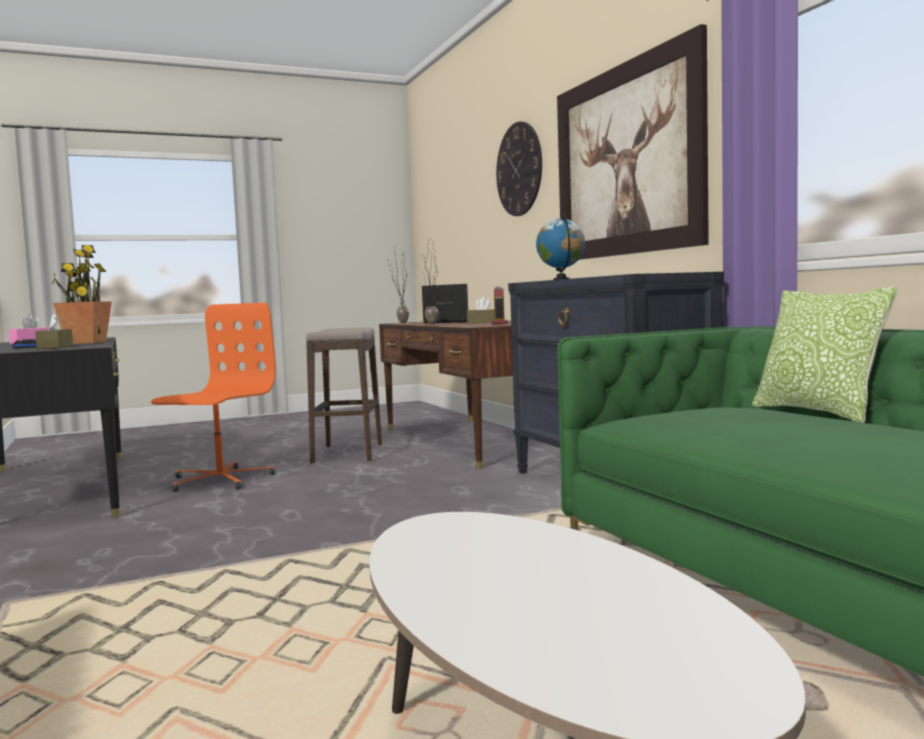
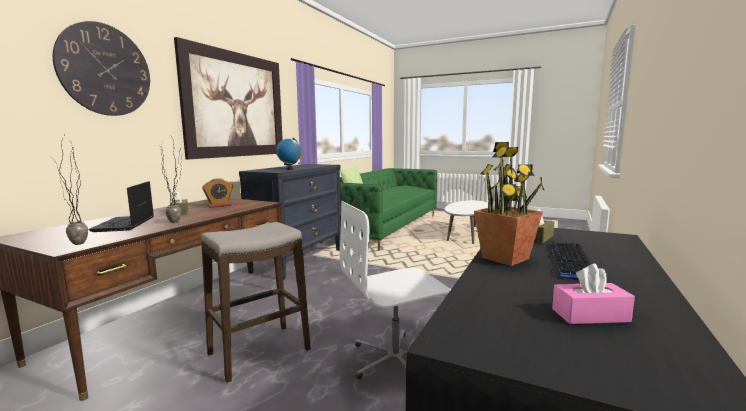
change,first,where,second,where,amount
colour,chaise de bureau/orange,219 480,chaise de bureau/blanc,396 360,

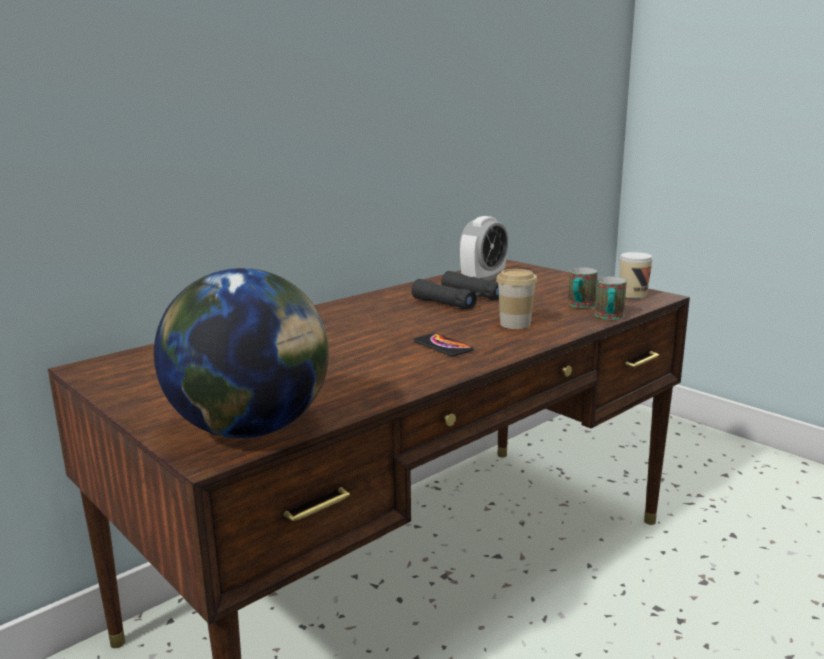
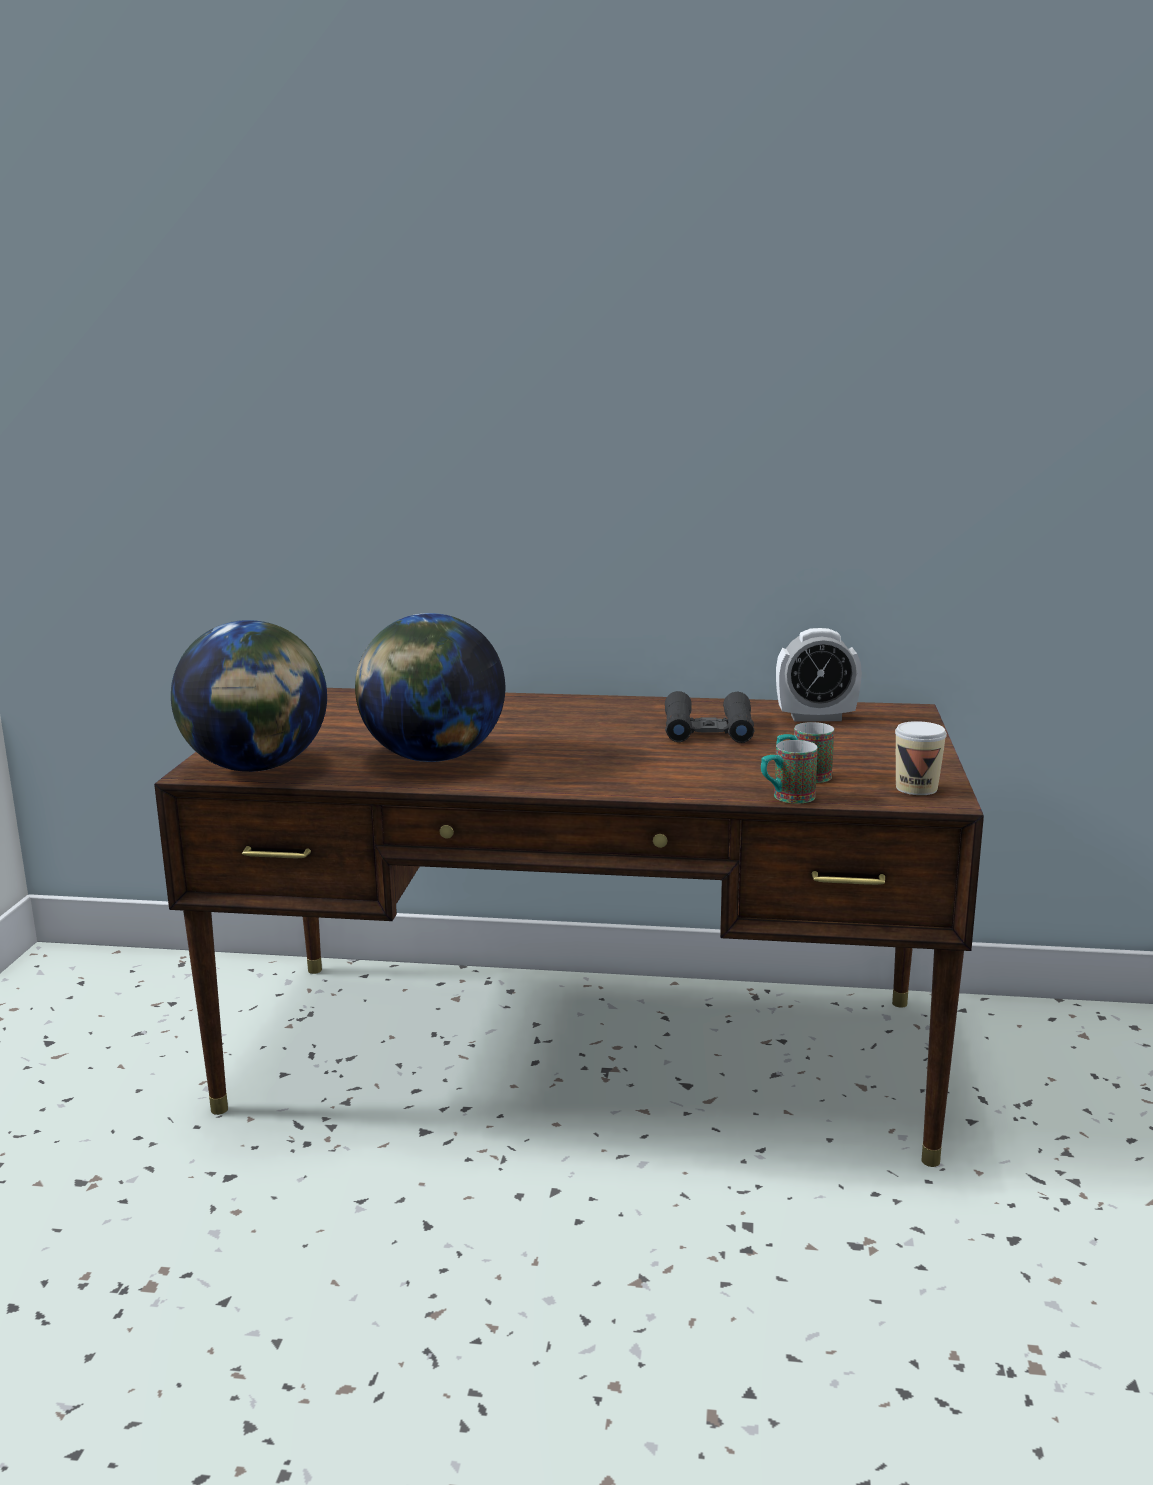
change,first,where,second,where,amount
missing,téléphone,443 346,,,
missing,tasse,515 324,,,
appeared,,,globe,432 758,

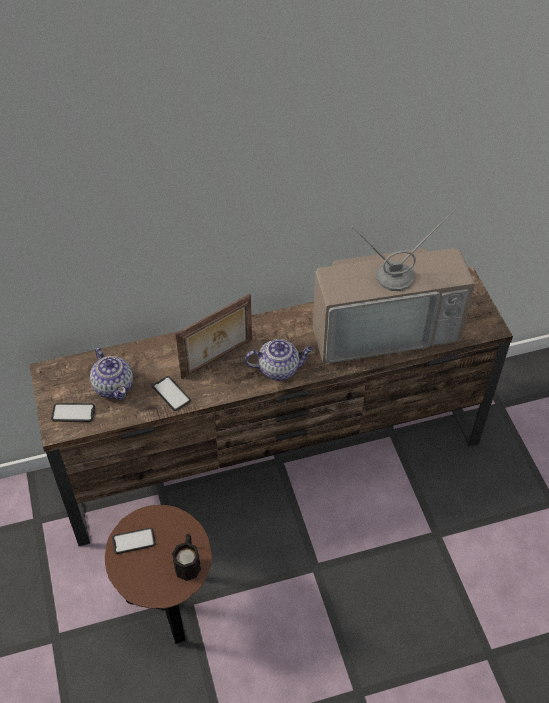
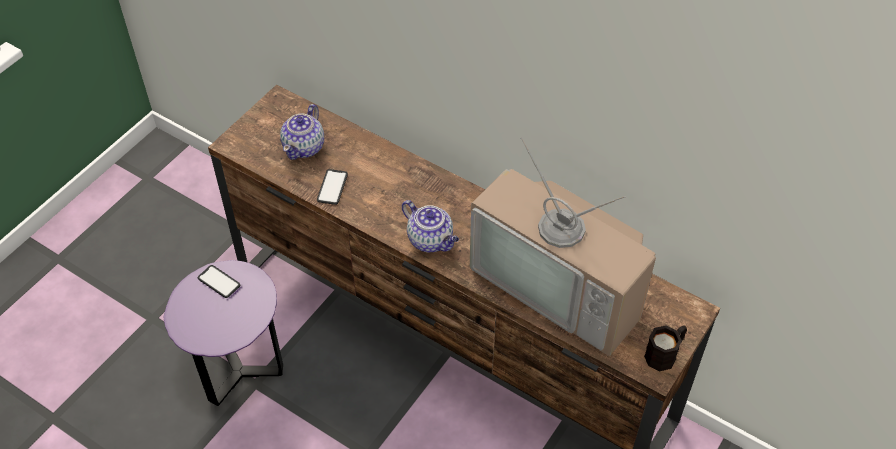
change,first,where,second,where,amount
missing,téléphone,73 413,,,
colour,table d'appoint/marron,169 606,table d'appoint/violet,240 372,
relocated,mug/noir,188 562,,665 354,
missing,cadre photo,217 359,,,

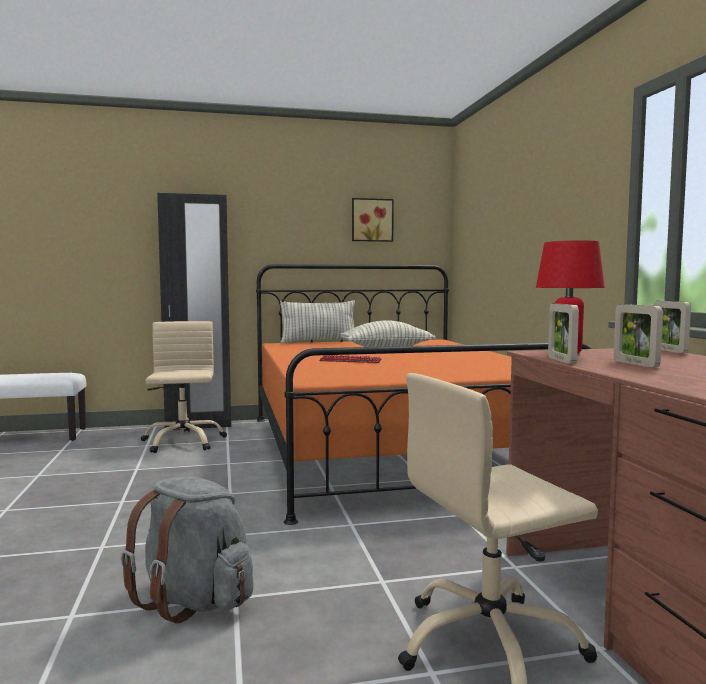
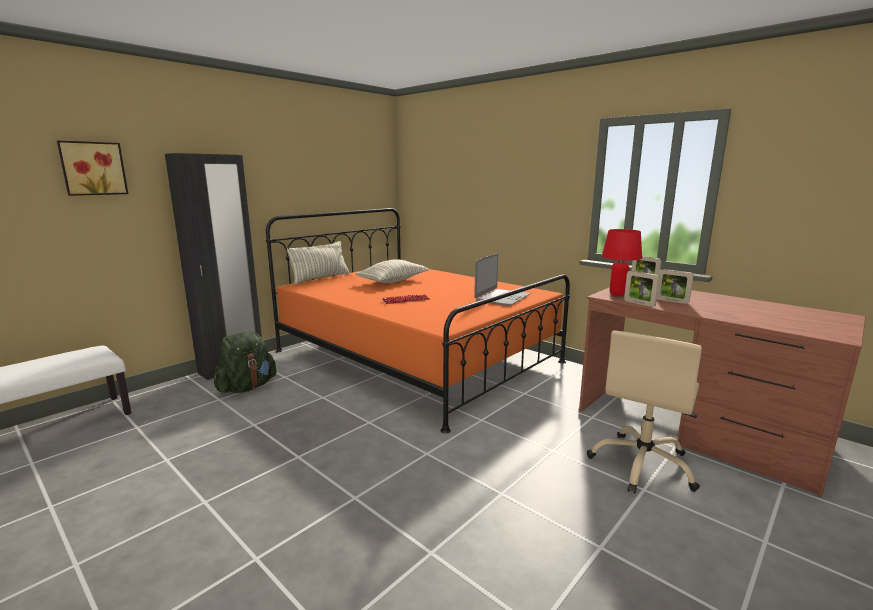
change,first,where,second,where,amount
missing,sac à dos/gris,194 601,,,
exchanged,chaise de bureau/beige,183 442,sac à dos/vert,247 387,
relocated,tableau,372 220,,93 168,
appeared,,,ordinateur portable,502 298,

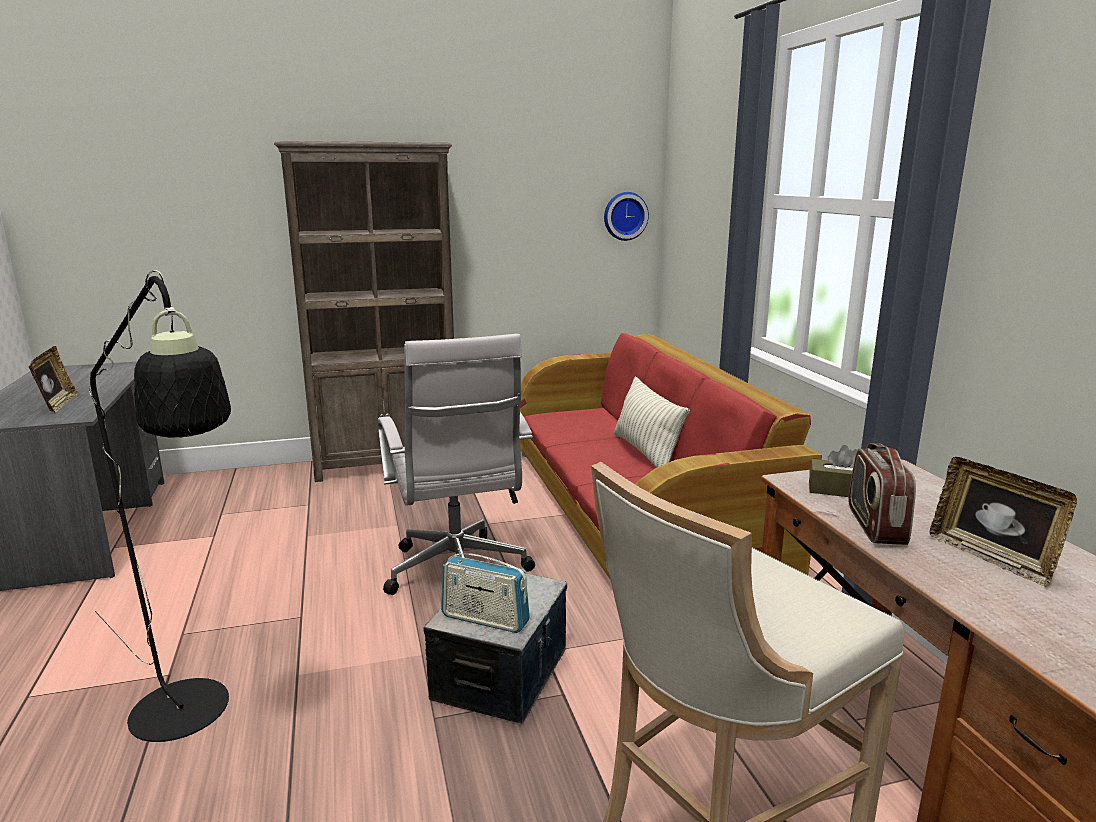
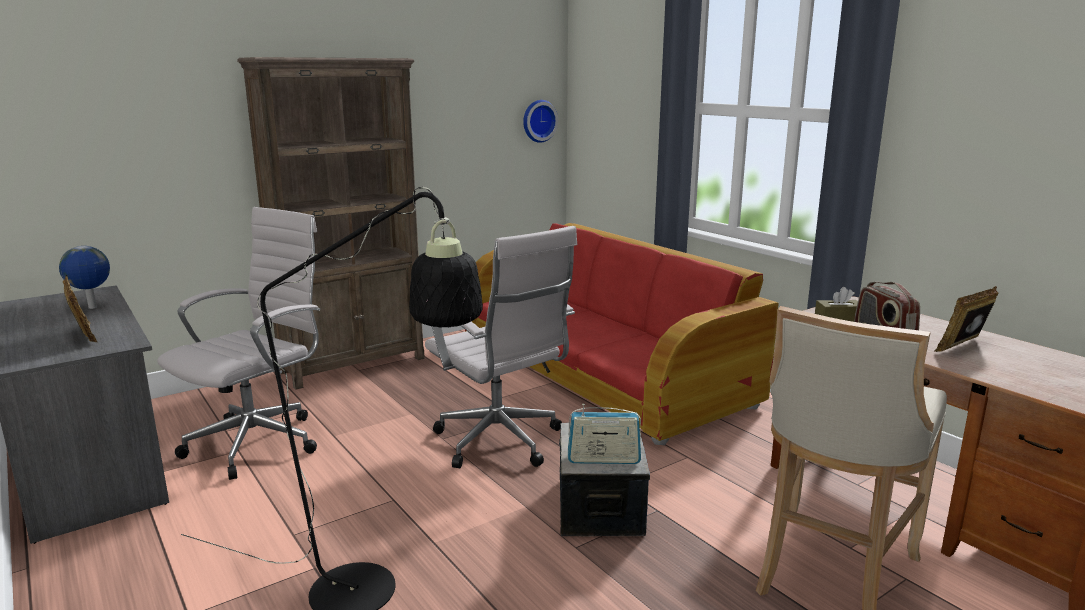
change,first,where,second,where,amount
missing,coussin,646 453,,,
spun,cadre photo,991 558,,963 347,105 degrees clockwise
appeared,,,globe,92 307,
appeared,,,chaise de bureau/blanc,259 441,

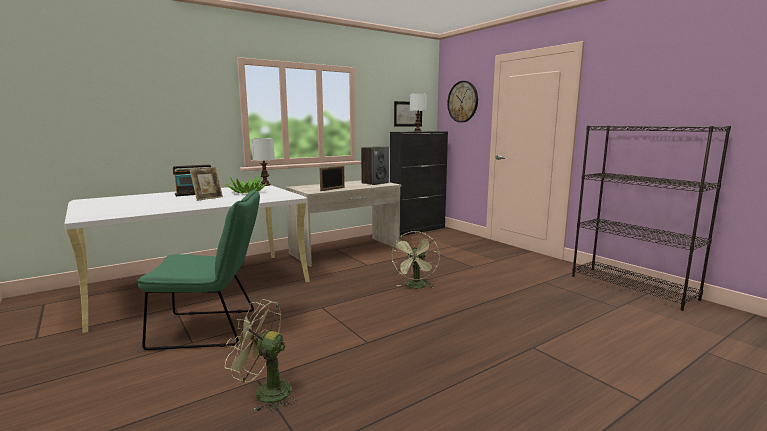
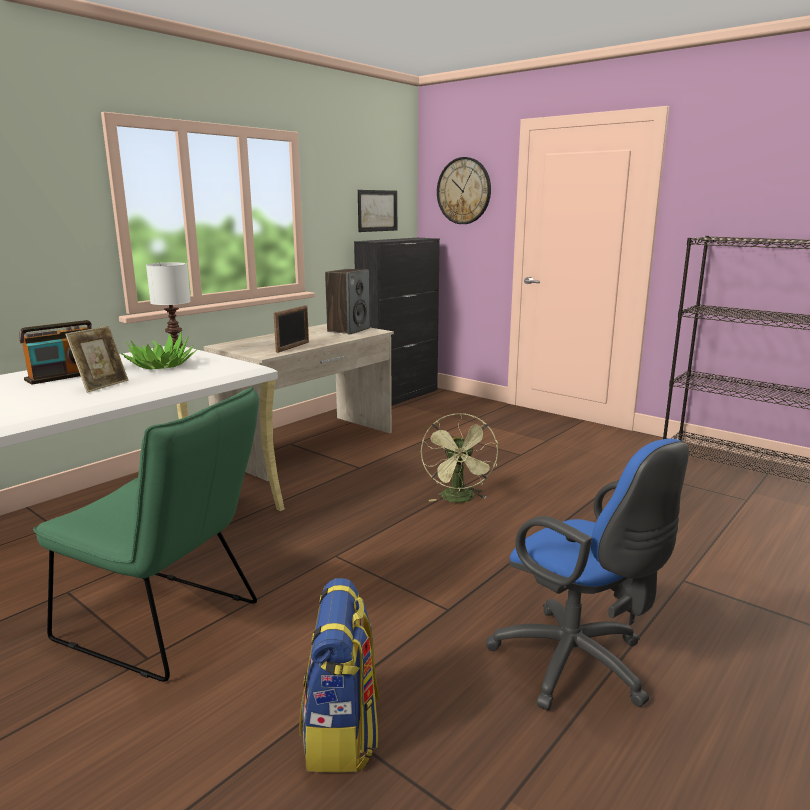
change,first,where,second,where,amount
spun,chaise/vert,212 329,,168 625,45 degrees clockwise
exchanged,ventilateur/vert,265 392,sac à dos,342 733,
missing,lampe de table/blanc,417 131,,,
appeared,,,chaise de bureau/bleu,577 666,

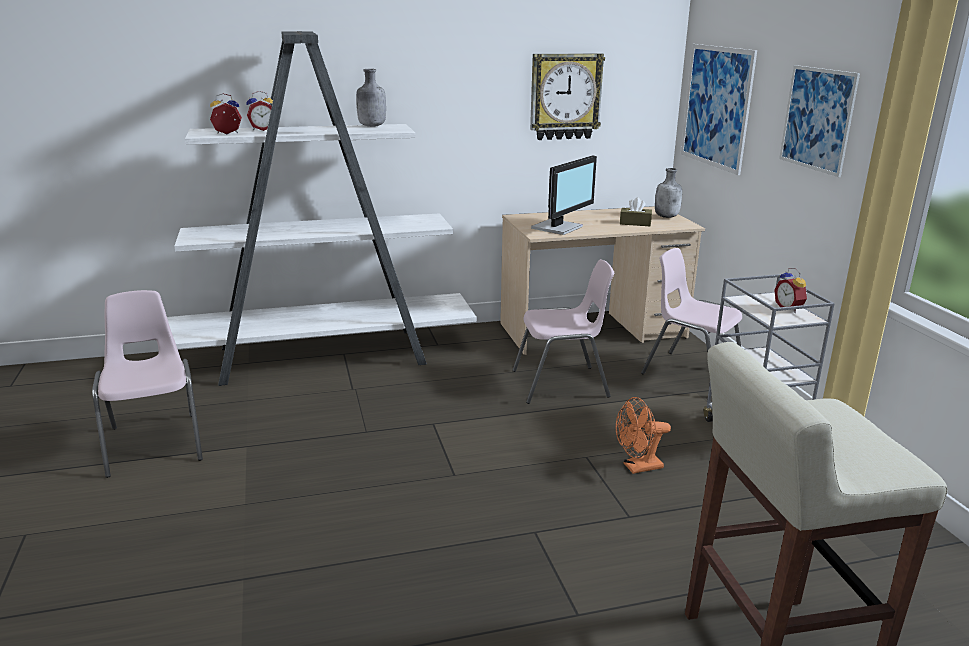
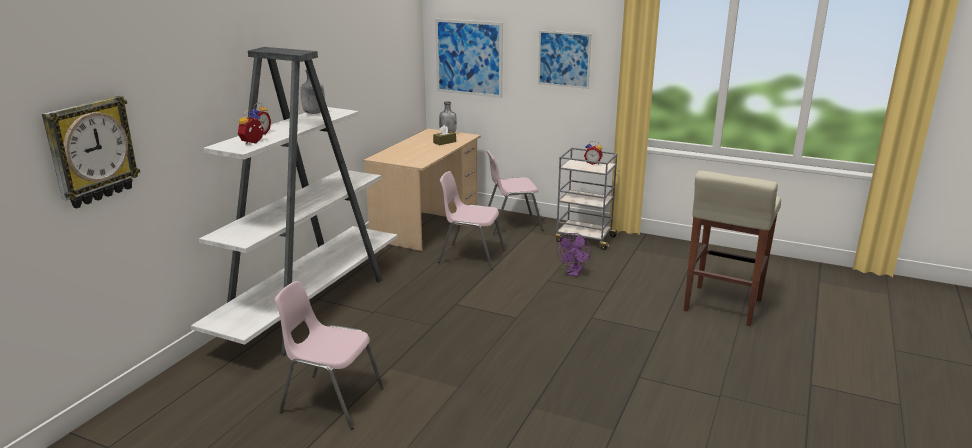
change,first,where,second,where,amount
spun,chaise/rose,561 384,,470 256,105 degrees counterclockwise
relocated,horloge murale,565 96,,91 151,
missing,écran d'ordinateur,559 228,,,
colour,ventilateur/orange,637 467,ventilateur/violet,573 273,

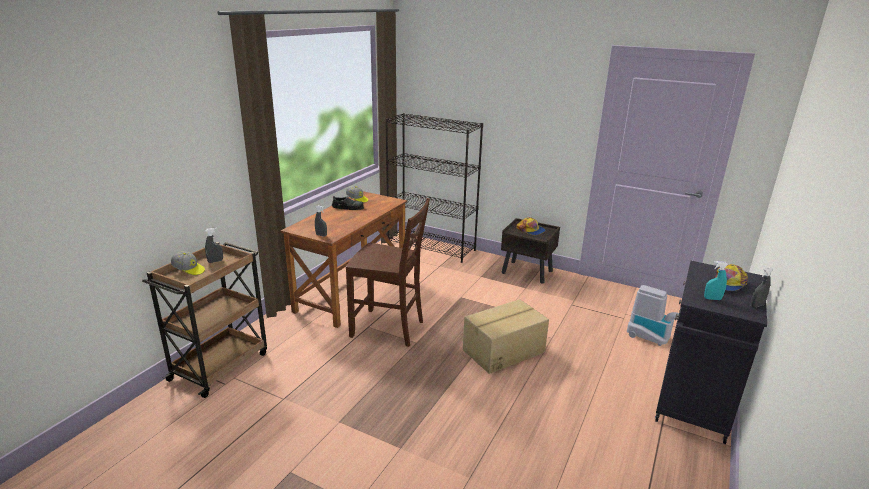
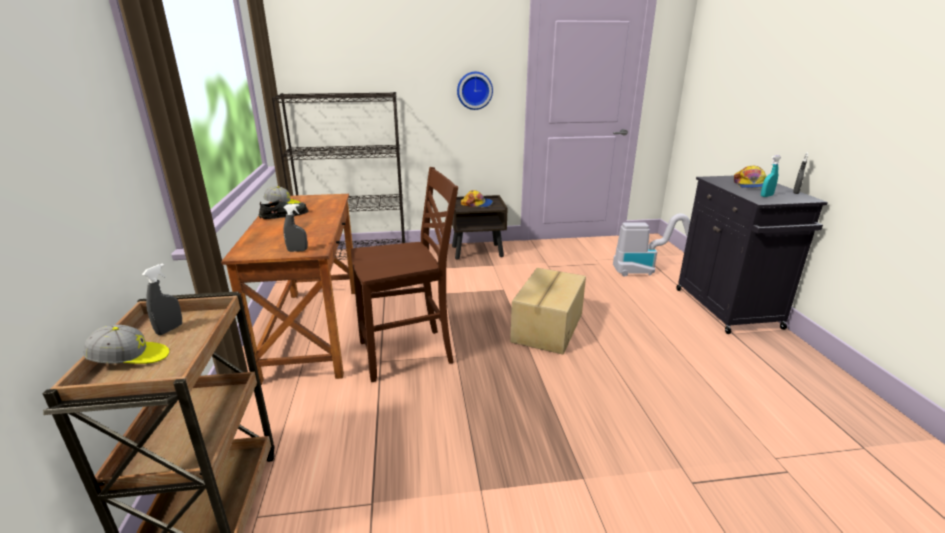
change,first,where,second,where,amount
appeared,,,horloge murale,474 90,

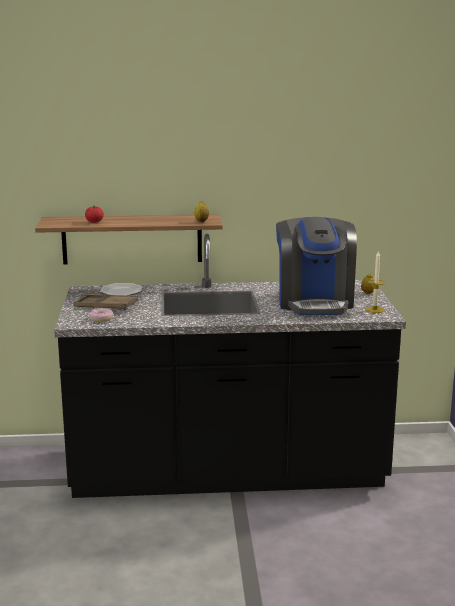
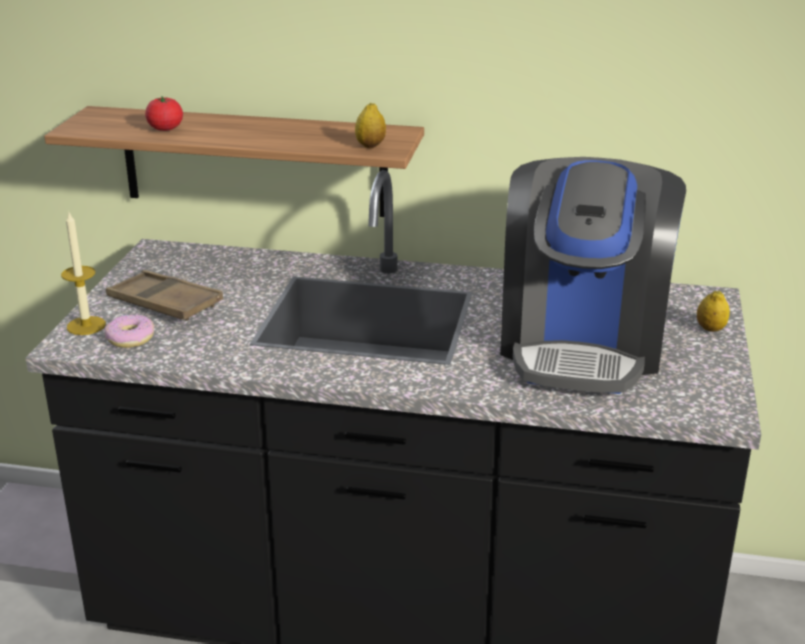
change,first,where,second,where,amount
missing,assiette,122 291,,,
relocated,bougie,374 309,,86 325,

